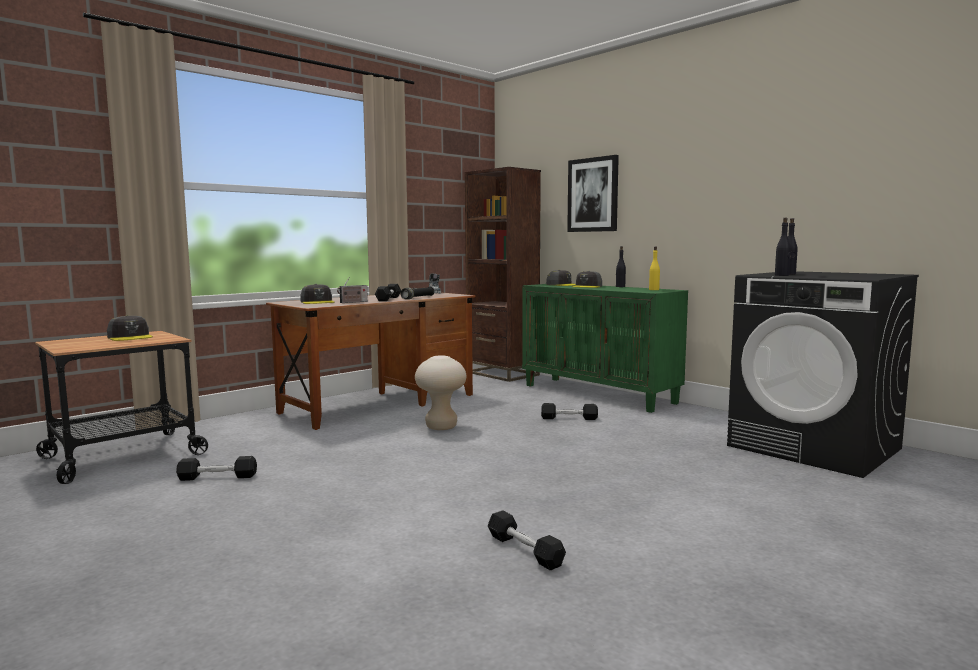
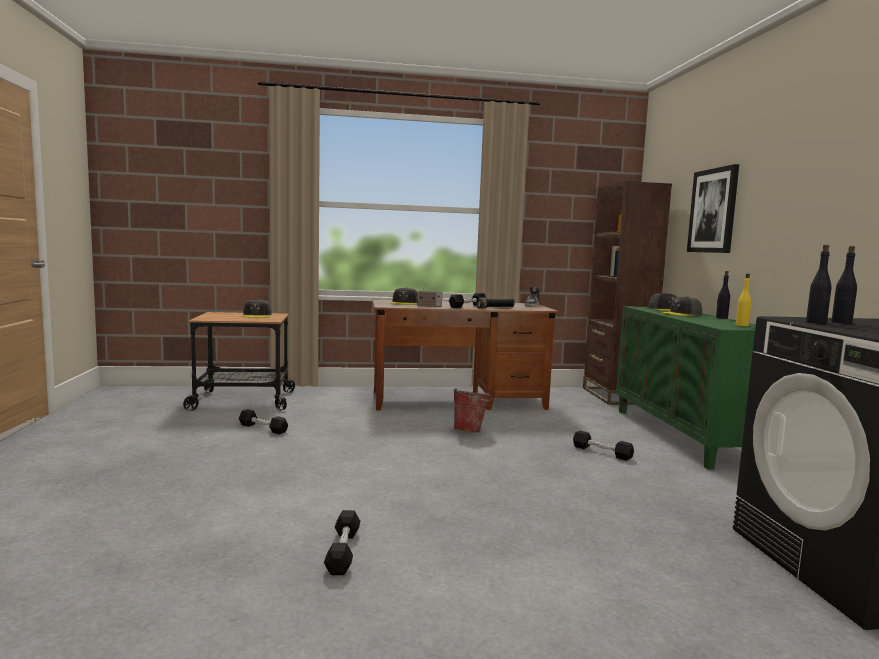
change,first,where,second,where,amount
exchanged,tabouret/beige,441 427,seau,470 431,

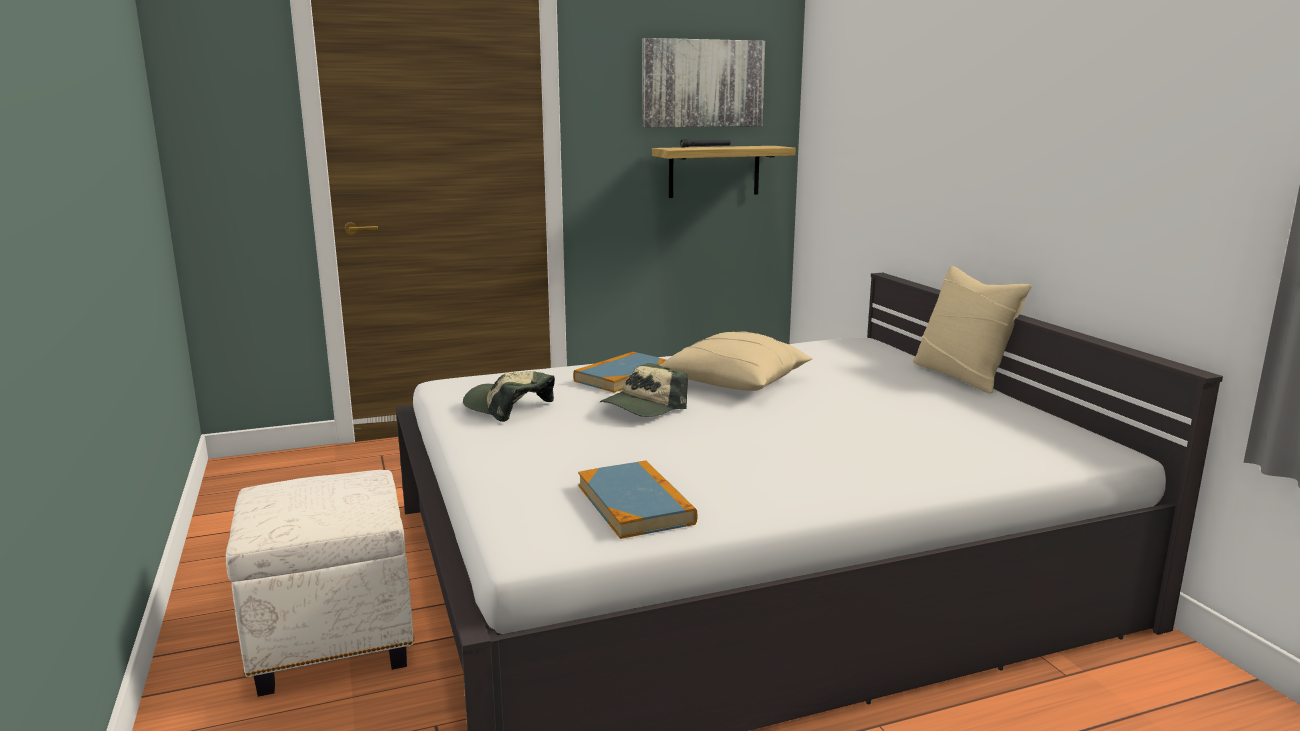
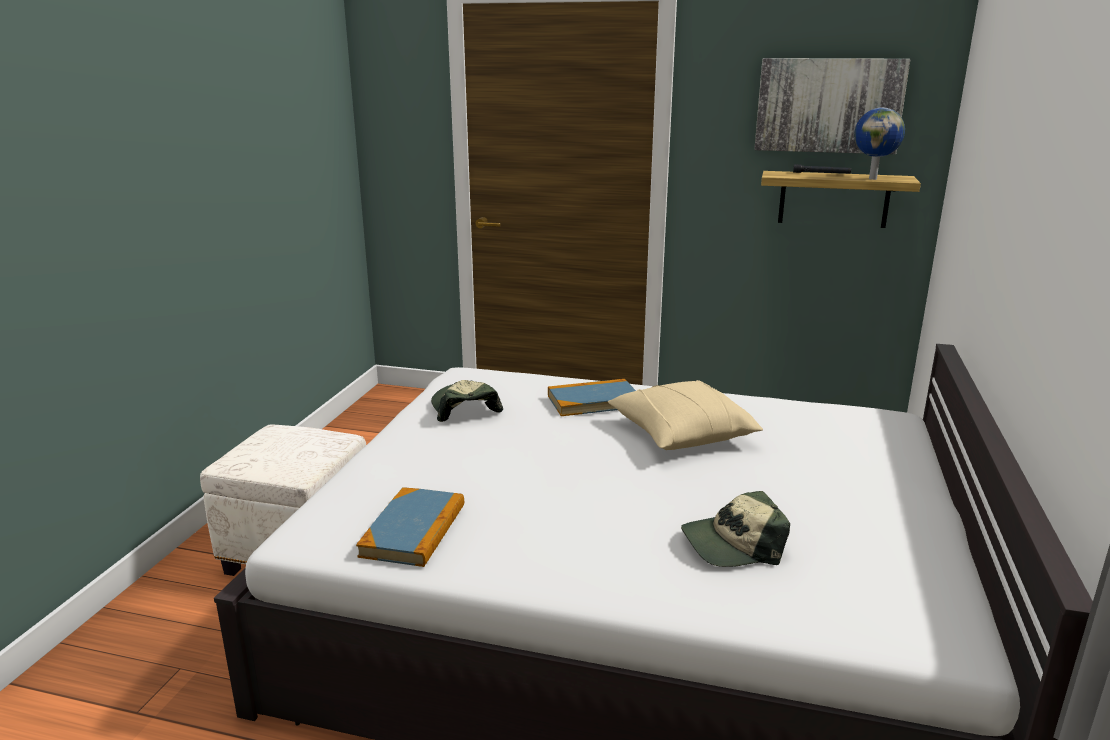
change,first,where,second,where,amount
relocated,casquette,643 407,,732 544,
missing,coussin/beige,961 376,,,
appeared,,,globe,873 178,

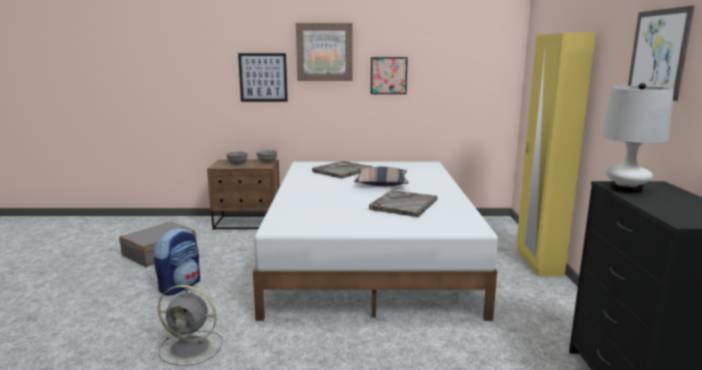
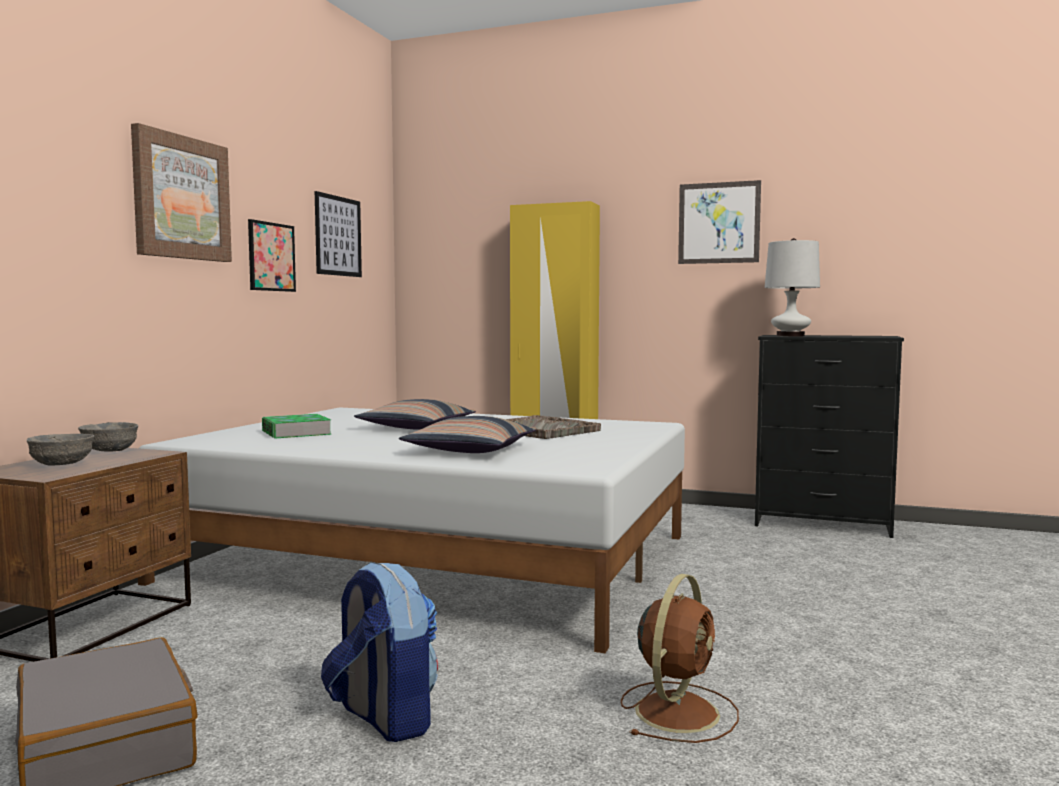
change,first,where,second,where,amount
colour,ventilateur/gris,192 348,ventilateur/marron,678 710,
relocated,tableau,263 77,,338 236,
exchanged,plateau/gris,342 171,livre,296 432,
appeared,,,coussin,470 450,

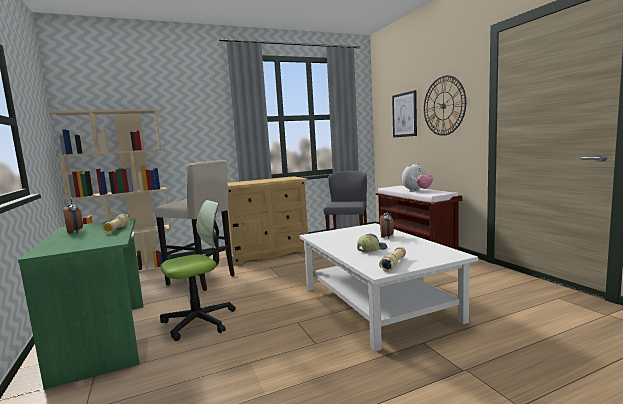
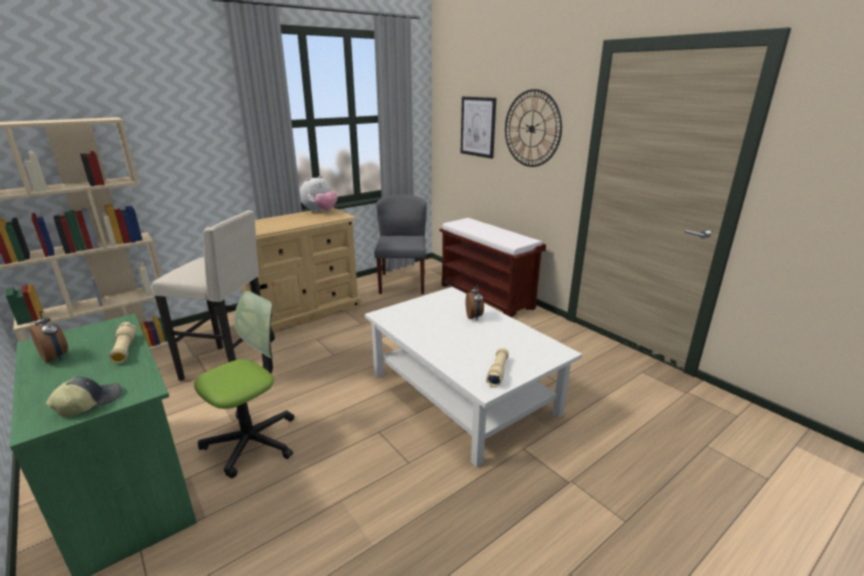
change,first,where,second,where,amount
relocated,casquette,371 249,,89 402,
relocated,peluche,417 191,,320 212,

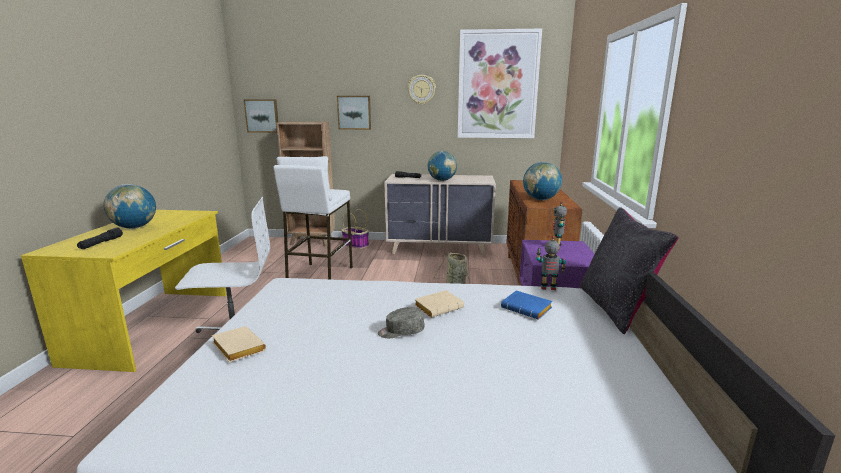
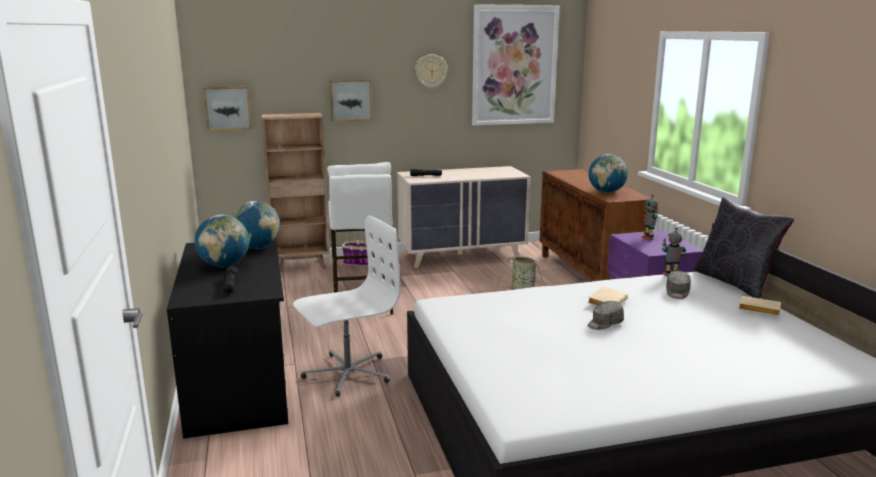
change,first,where,second,where,amount
colour,bureau/jaune,154 326,bureau/noir,240 381,
relocated,livre/beige,236 348,,757 310,
relocated,globe,442 180,,257 248,
exchanged,livre/bleu,528 309,casquette/gris,677 292,

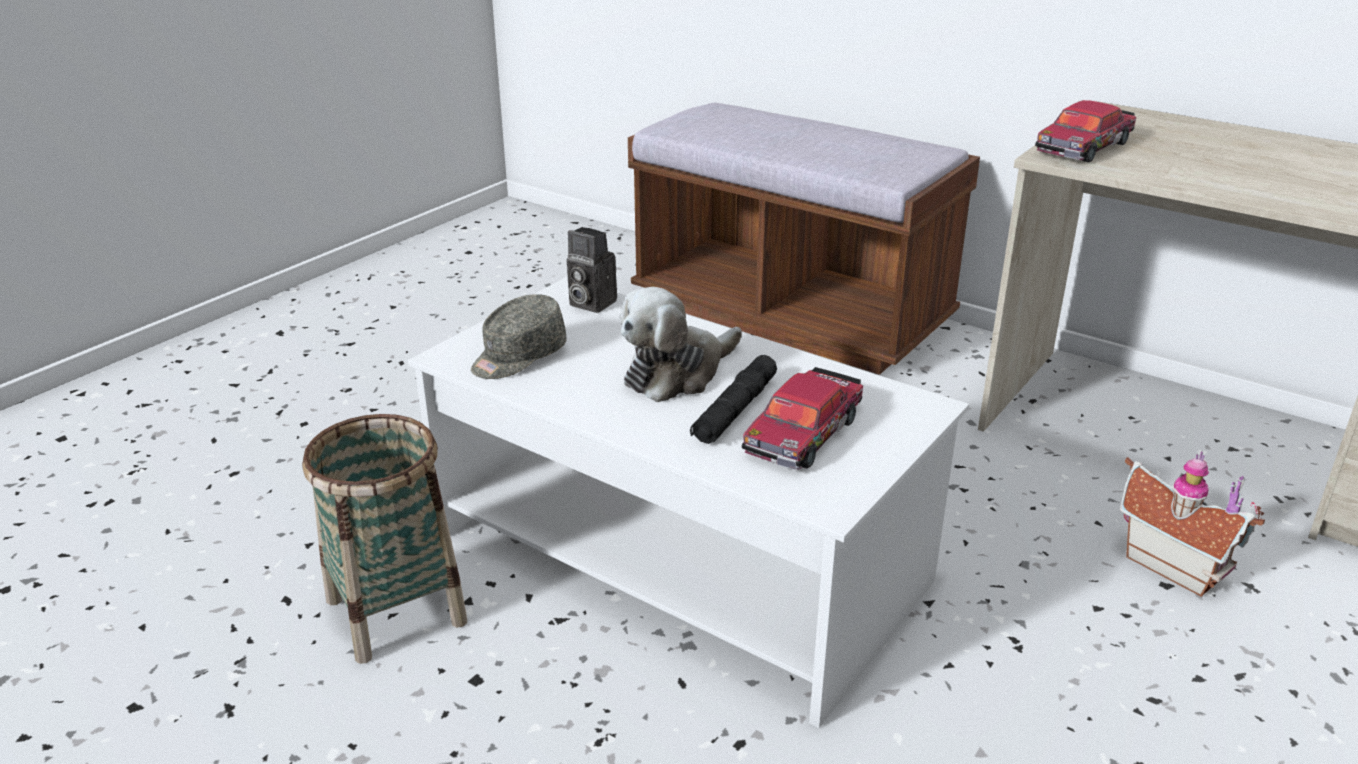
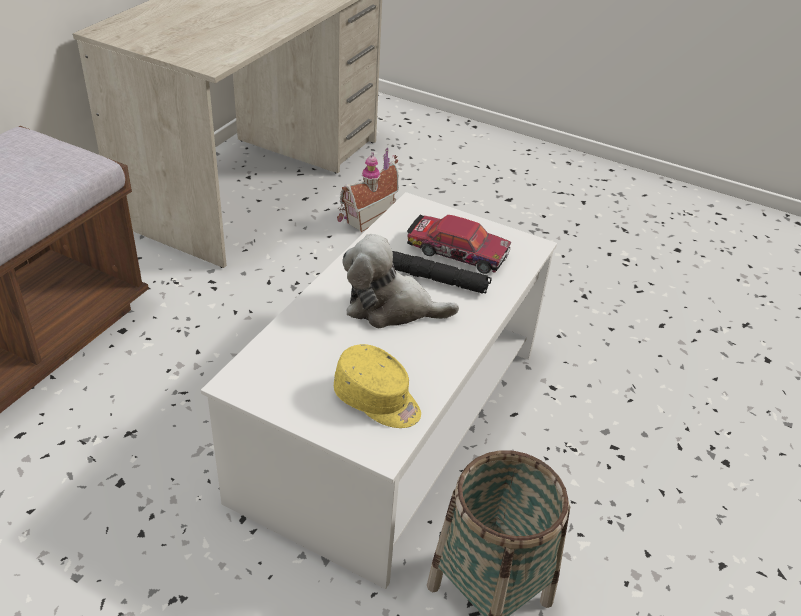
change,first,where,second,where,amount
colour,casquette/gris,518 357,casquette/jaune,378 400,
missing,appareil photo,589 303,,,
spun,peluche,677 373,,391 307,150 degrees clockwise
missing,petite voiture,1085 146,,,

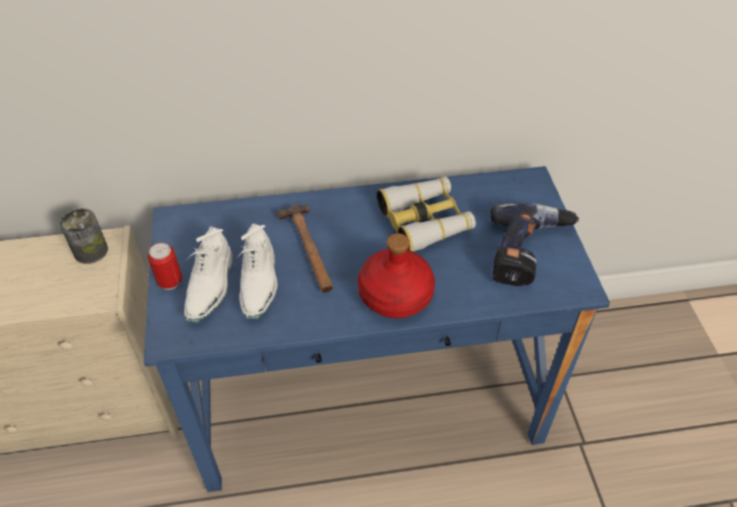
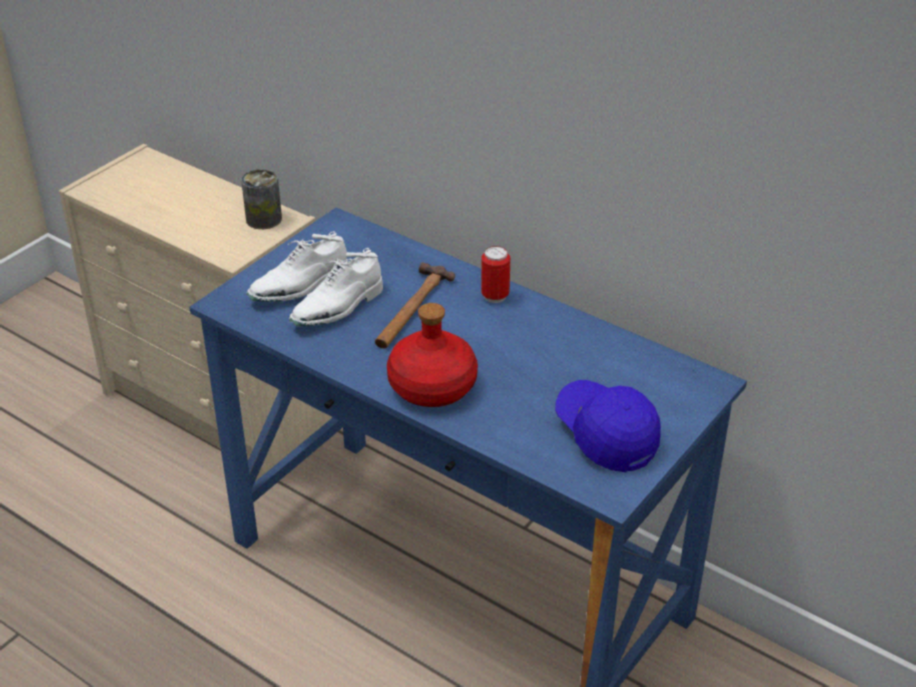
change,first,where,second,where,amount
relocated,boîte métallique,170 282,,495 296,
missing,jumelles,425 220,,,
exchanged,perceuse,529 252,casquette/bleu,605 435,

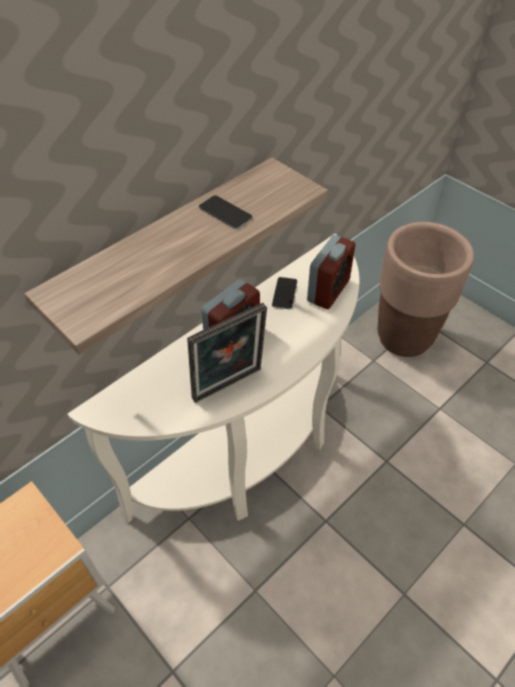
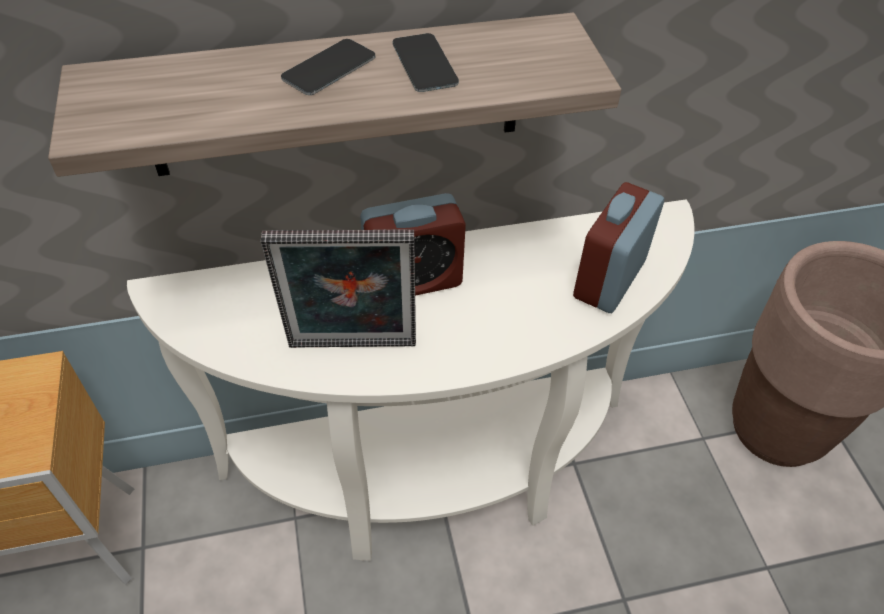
change,first,where,second,where,amount
relocated,téléphone,284 293,,329 68,
spun,réveil,328 291,,609 279,150 degrees clockwise

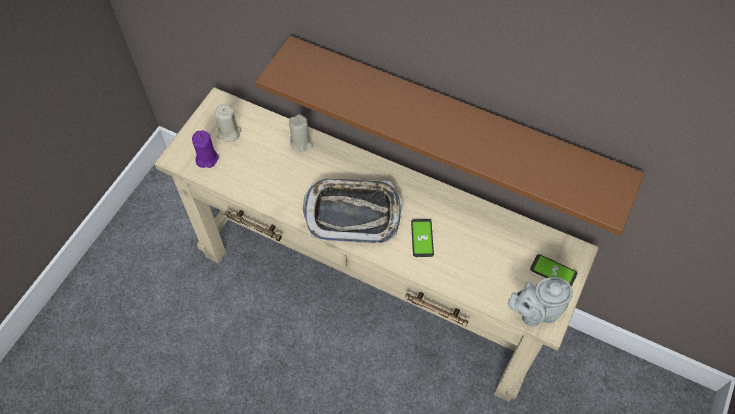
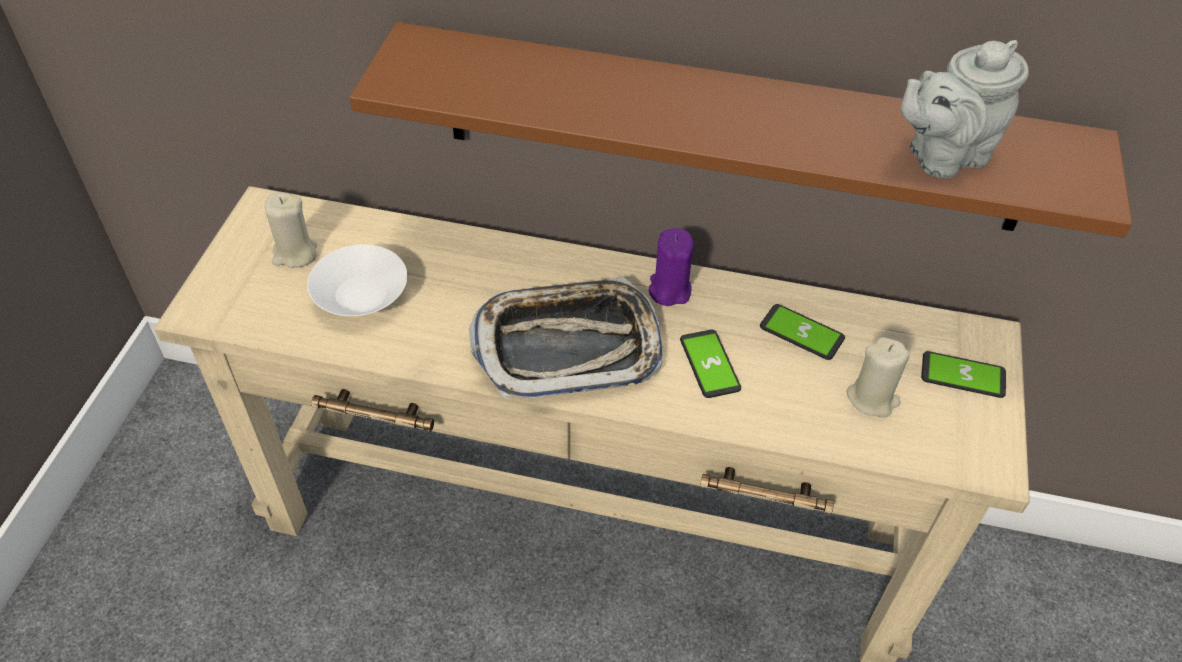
change,first,where,second,where,amount
relocated,bougie/violet,207 158,,669 290,
relocated,bougie/beige,301 142,,872 399,
relocated,théière/gris,535 312,,942 156,
appeared,,,bol/blanc,362 297,
appeared,,,téléphone,801 333,

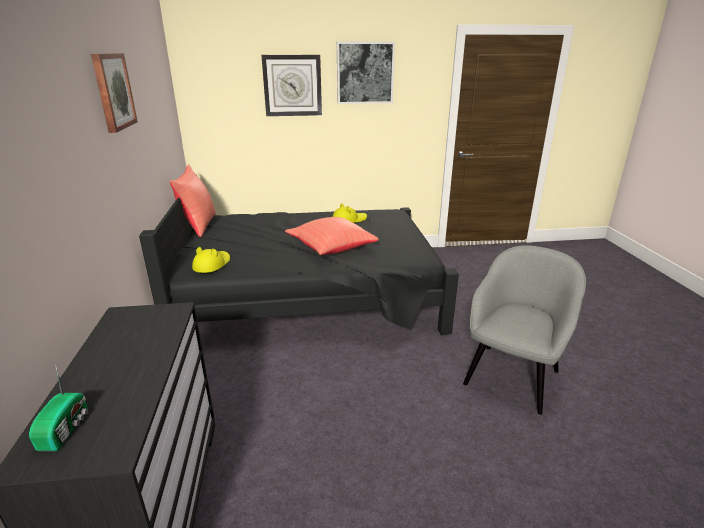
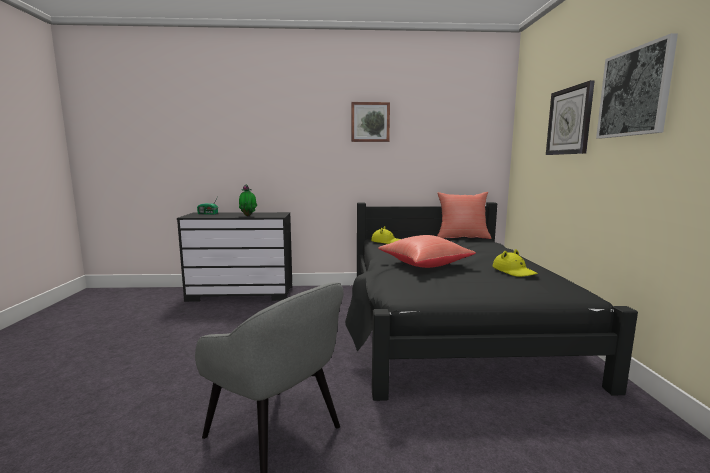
change,first,where,second,where,amount
appeared,,,plante en pot,248 215,

